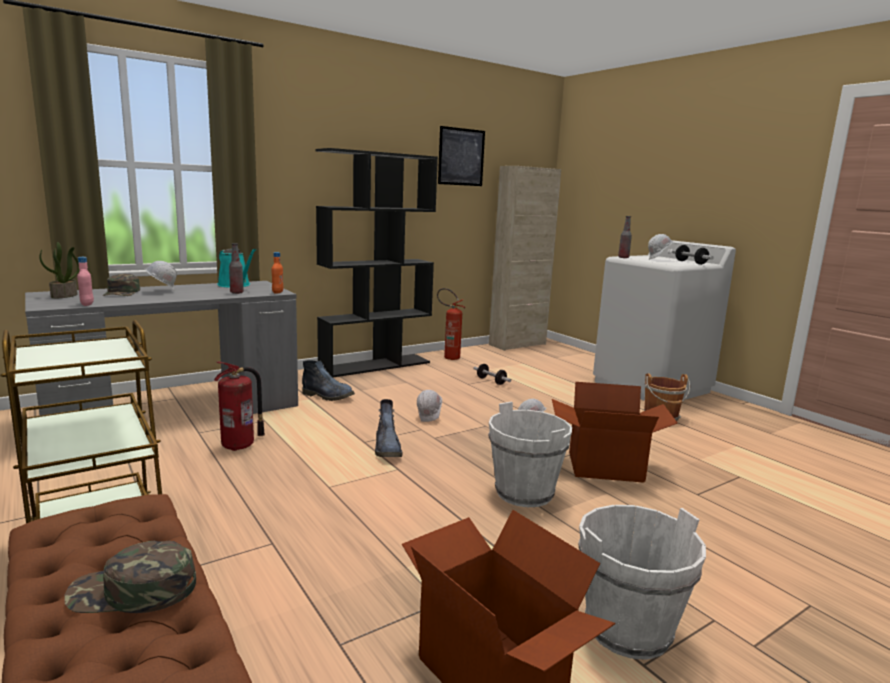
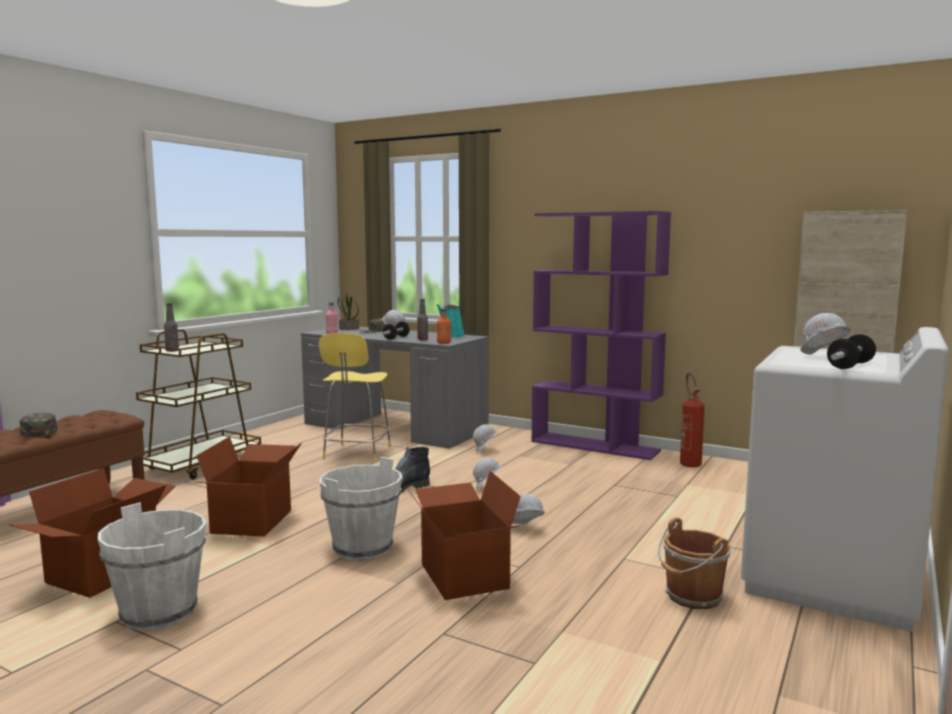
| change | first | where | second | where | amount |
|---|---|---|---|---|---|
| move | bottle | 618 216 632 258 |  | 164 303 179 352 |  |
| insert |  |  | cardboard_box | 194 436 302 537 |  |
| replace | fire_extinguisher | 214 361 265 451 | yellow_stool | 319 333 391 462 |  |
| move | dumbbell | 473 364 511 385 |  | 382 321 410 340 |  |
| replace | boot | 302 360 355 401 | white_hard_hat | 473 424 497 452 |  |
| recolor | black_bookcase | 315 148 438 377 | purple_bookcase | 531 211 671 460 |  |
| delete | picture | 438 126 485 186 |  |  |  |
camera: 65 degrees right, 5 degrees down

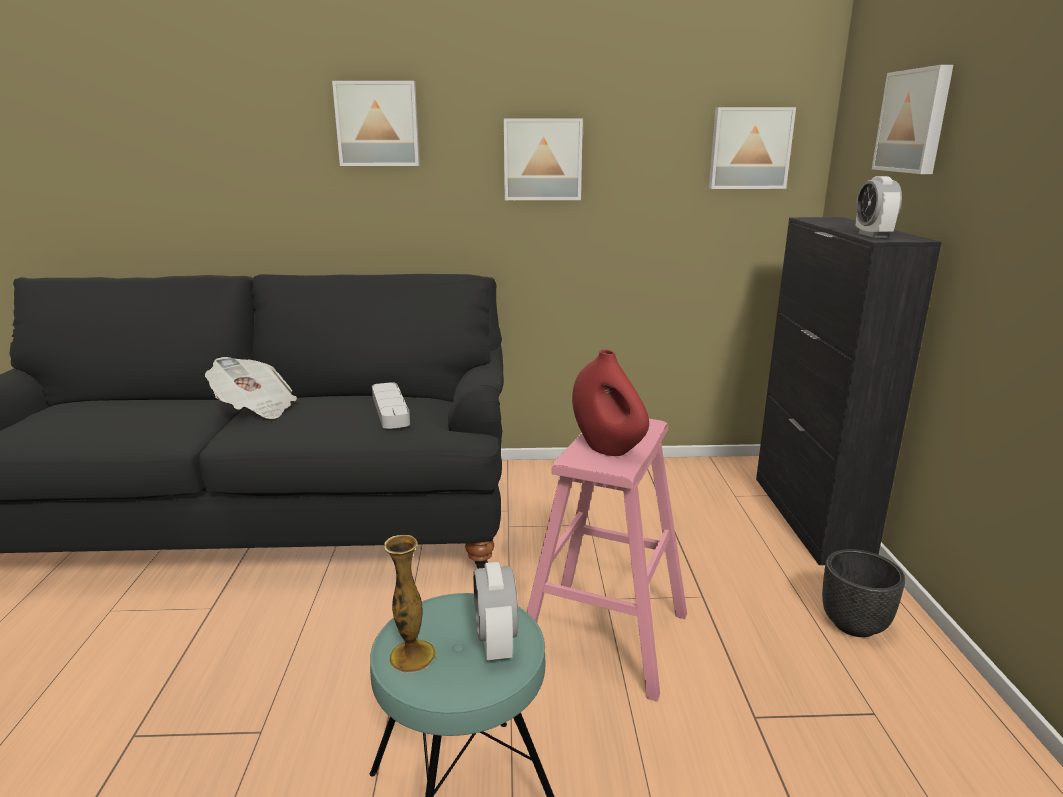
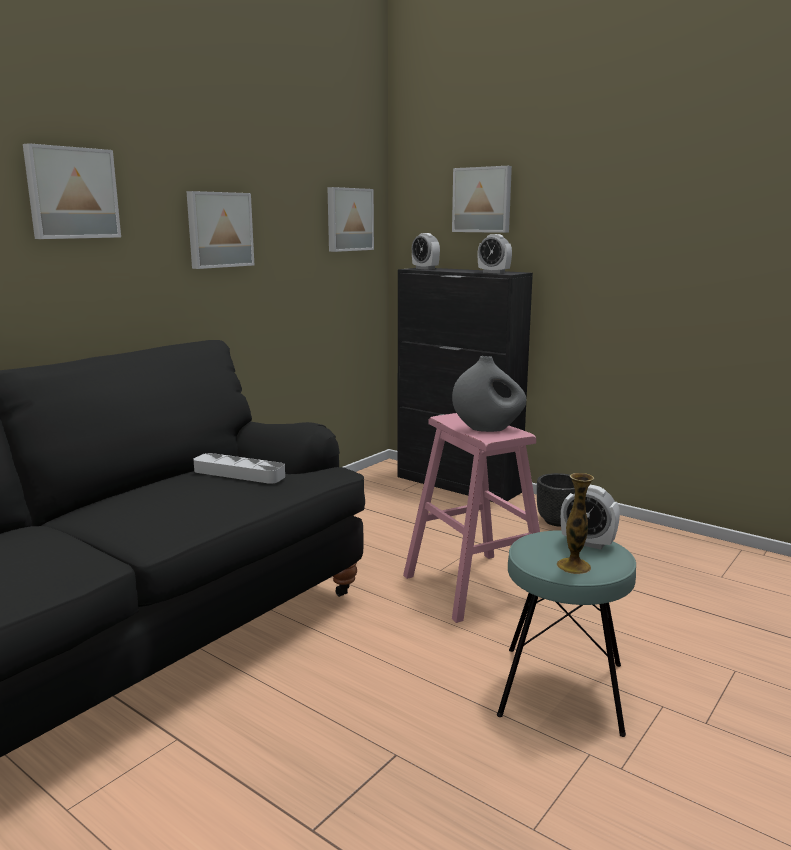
| change | first | where | second | where | amount |
|---|---|---|---|---|---|
| insert |  |  | alarm_clock | 412 233 440 270 |  |
| recolor | red_vase | 572 349 649 456 | grey_vase | 452 356 526 432 |  |
| delete | newspaper | 205 357 297 419 |  |  |  |
camera: 50 degrees left, 5 degrees down

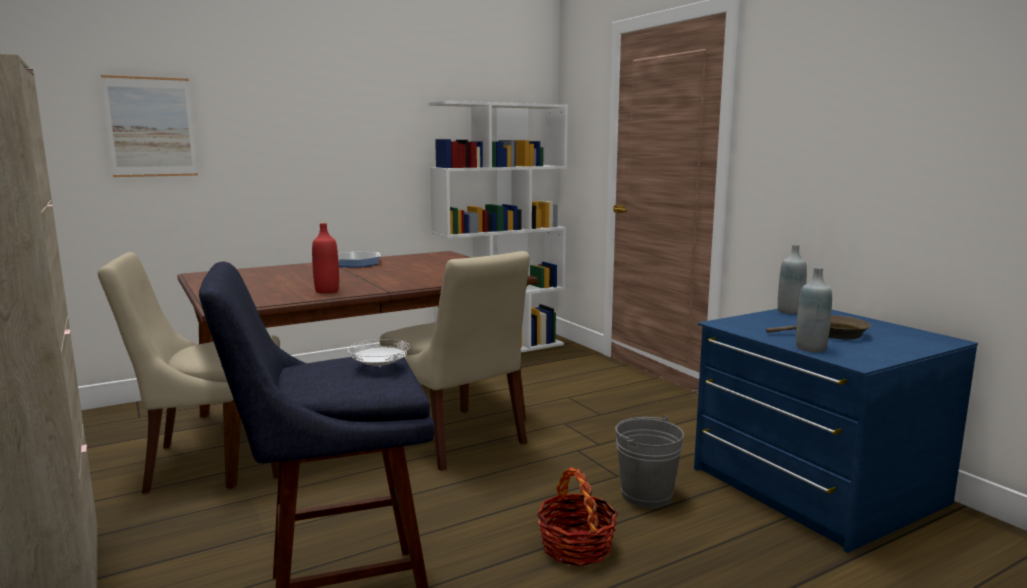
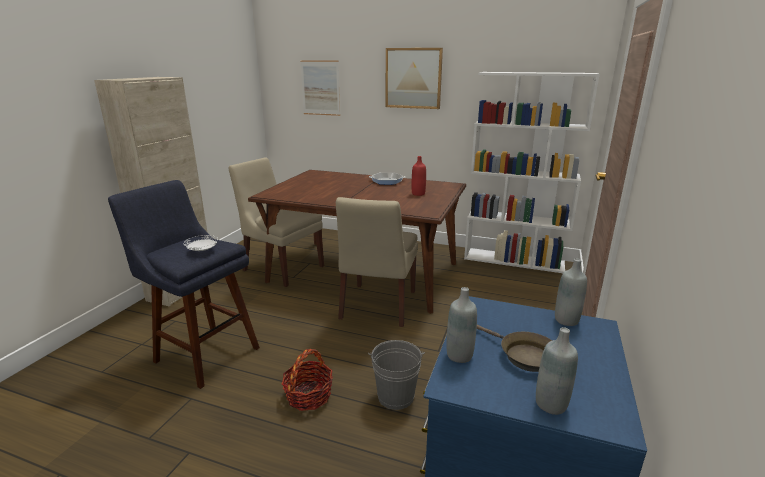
| change | first | where | second | where | amount |
|---|---|---|---|---|---|
| insert |  |  | picture | 386 48 443 109 |  |
| move | red_bottle | 312 223 339 293 |  | 412 156 426 196 |  |
| insert |  |  | grey_bottle | 536 327 578 415 |  |
camera: 50 degrees right, 10 degrees up

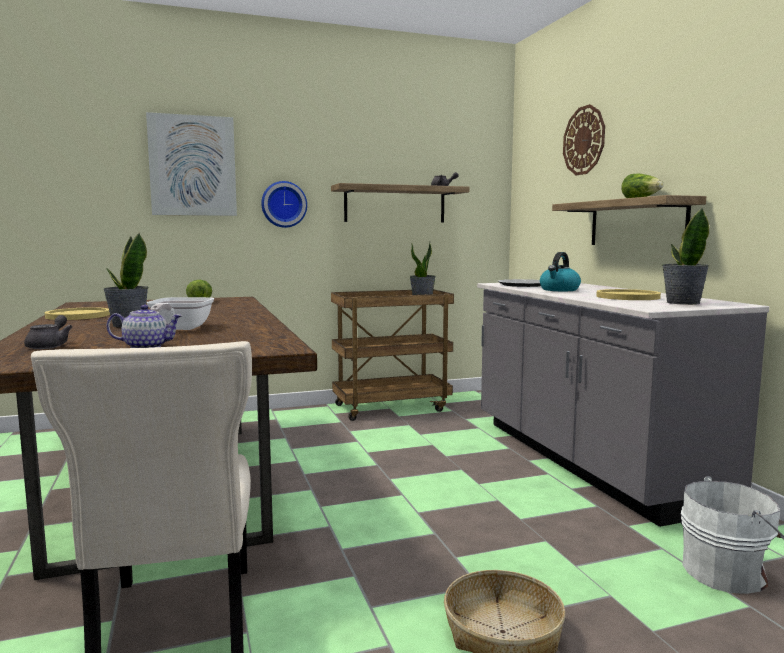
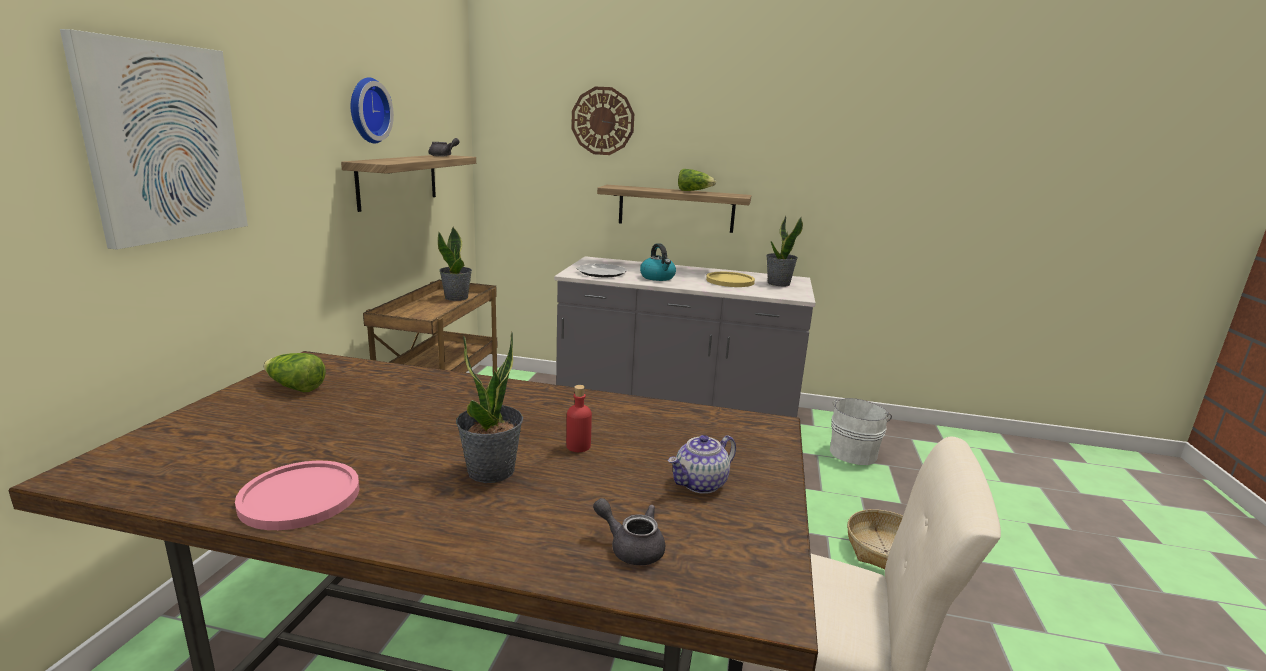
| change | first | where | second | where | amount |
|---|---|---|---|---|---|
| recolor | yellow_plate | 45 307 110 320 | pink_plate | 235 461 360 530 |  |
| move | wall_clock | 261 181 307 228 |  | 351 77 394 144 |  |
| replace | frying_pan | 147 297 214 330 | red_bottle | 566 385 592 452 |  |
| rotate | teapot | 106 305 183 348 |  | 668 435 736 494 | 150 degrees counterclockwise |
camera: 60 degrees left, 10 degrees up

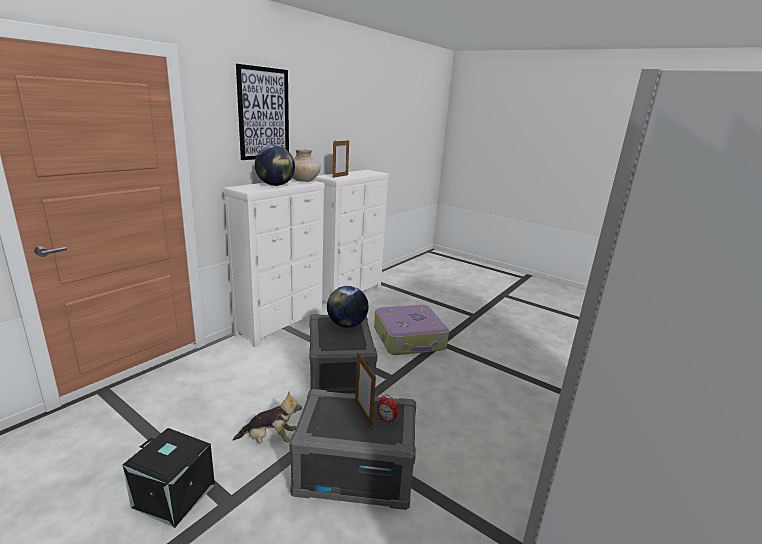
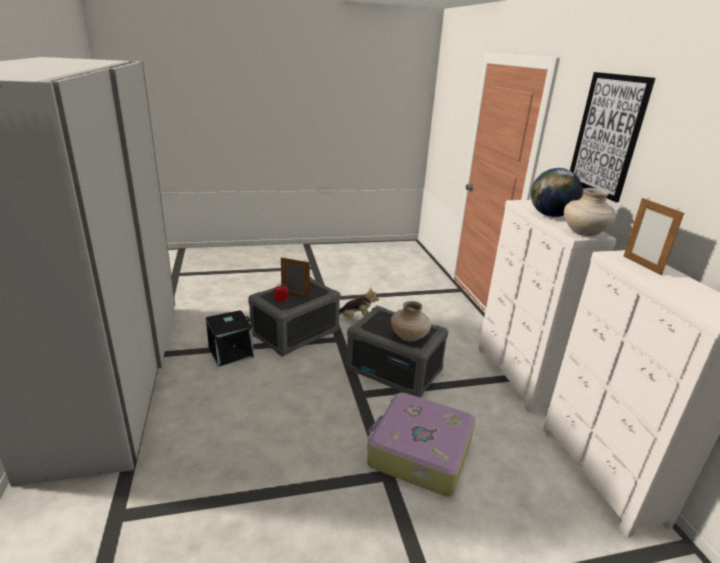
| change | first | where | second | where | amount |
|---|---|---|---|---|---|
| move | black_storage_box | 123 428 215 528 |  | 206 310 254 367 |  |
| rotate | plush_toy | 233 391 302 443 |  | 339 288 379 319 | 120 degrees counterclockwise |
| replace | globe | 327 286 369 328 | beige_vase | 391 301 431 342 |  |
camera: 130 degrees right, 5 degrees up

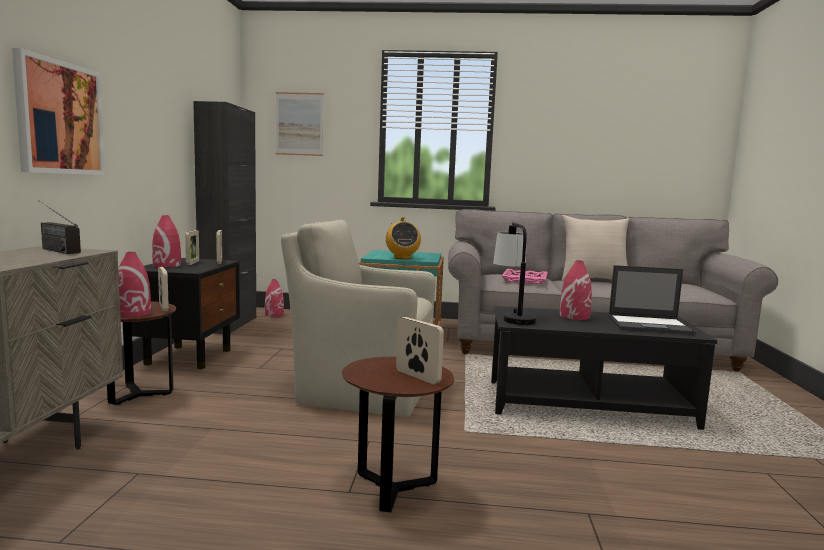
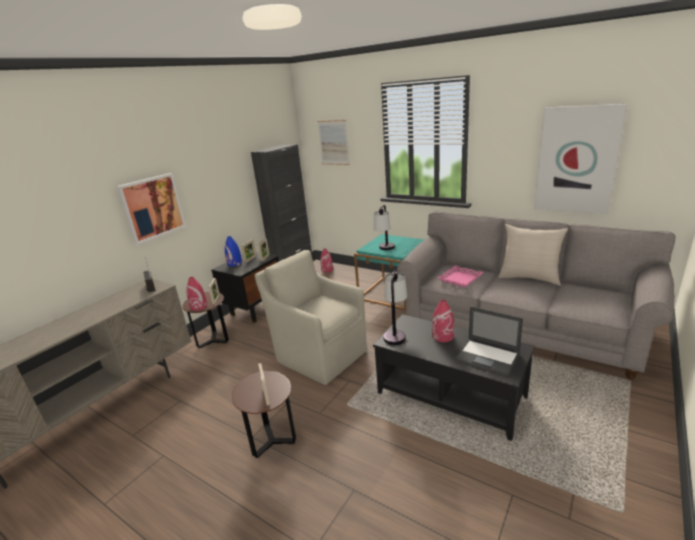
| change | first | where | second | where | amount |
|---|---|---|---|---|---|
| recolor | red_vase | 152 215 181 267 | blue_vase | 225 236 242 266 |  |
| replace | radio | 386 217 421 259 | table_lamp | 374 205 395 250 |  |
| insert |  |  | picture | 534 104 627 214 |  |
camera: 30 degrees right, 15 degrees up

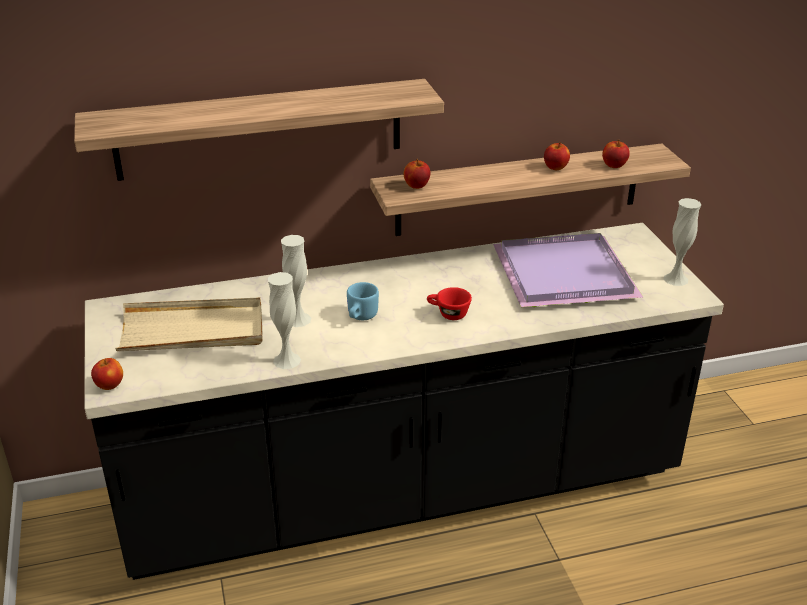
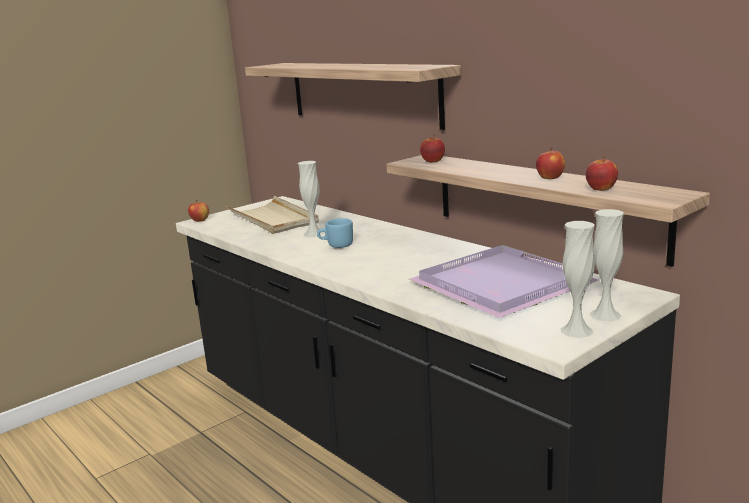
| change | first | where | second | where | amount |
|---|---|---|---|---|---|
| move | white_vase | 268 272 301 369 |  | 589 209 624 321 |  |
| delete | red_cup | 427 287 472 320 |  |  |  |
camera: 65 degrees right, 15 degrees down

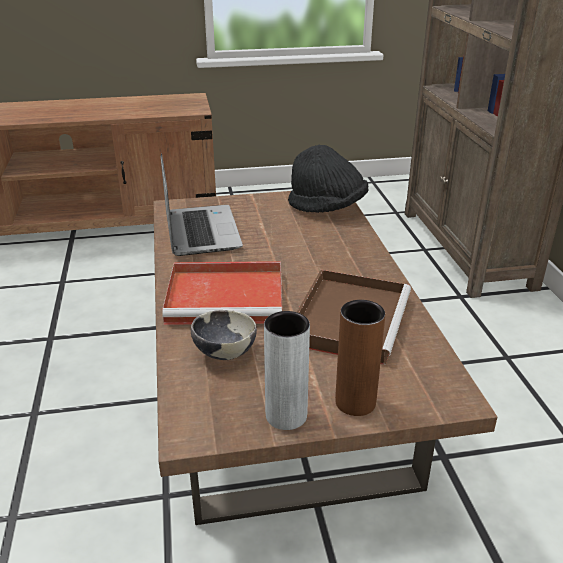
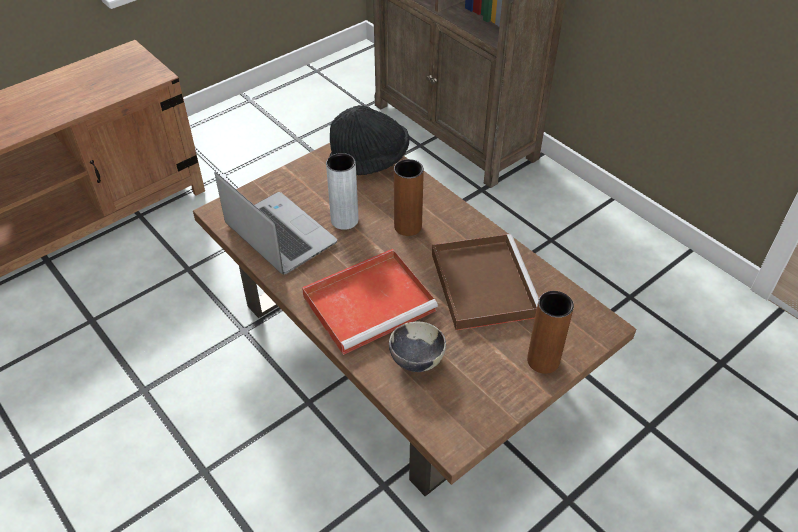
| change | first | where | second | where | amount |
|---|---|---|---|---|---|
| move | grey_vase | 264 311 310 430 |  | 326 153 359 230 |  |
| insert |  |  | brown_vase | 394 159 424 236 |  |
camera: 30 degrees left, 15 degrees up

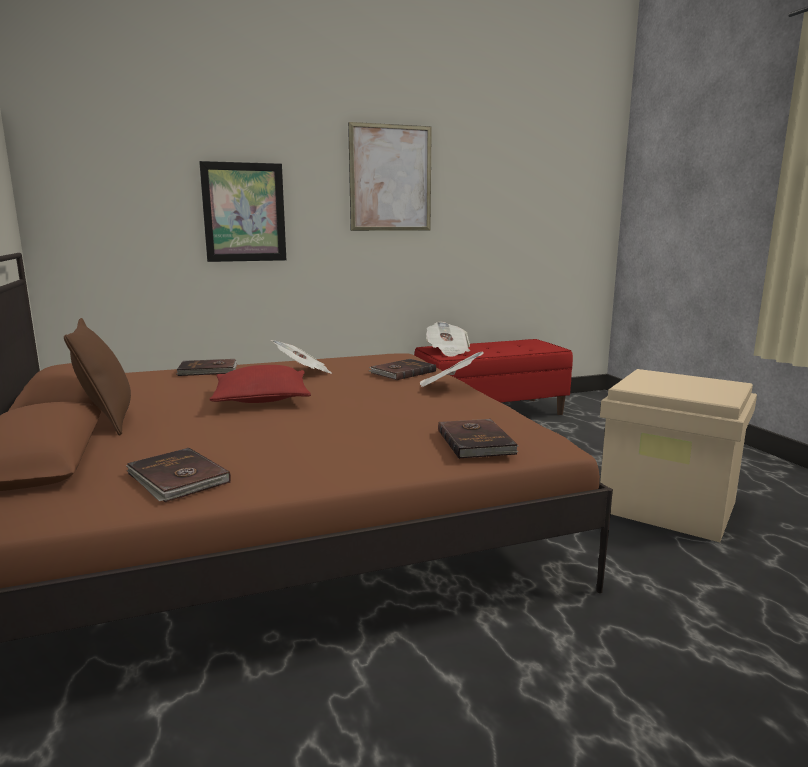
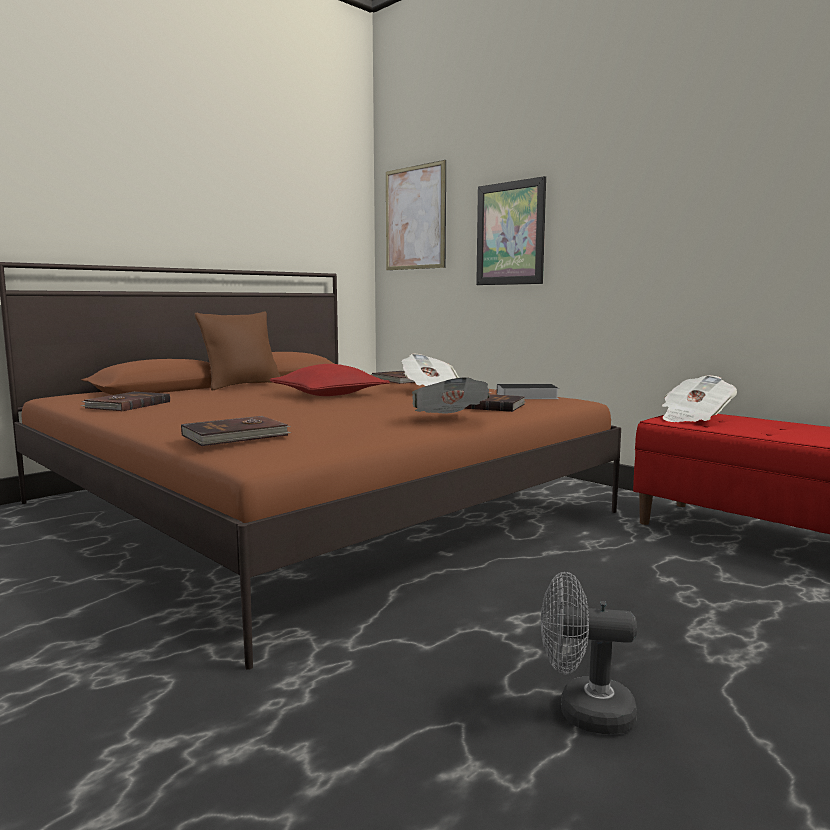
| change | first | where | second | where | amount |
|---|---|---|---|---|---|
| move | picture | 348 122 432 231 |  | 386 160 446 270 |  |
| insert |  |  | book | 490 384 559 399 |  |
| replace | beige_storage_box | 600 369 757 542 | grey_fan | 541 572 637 734 |  |
camera: 65 degrees right, 5 degrees down

